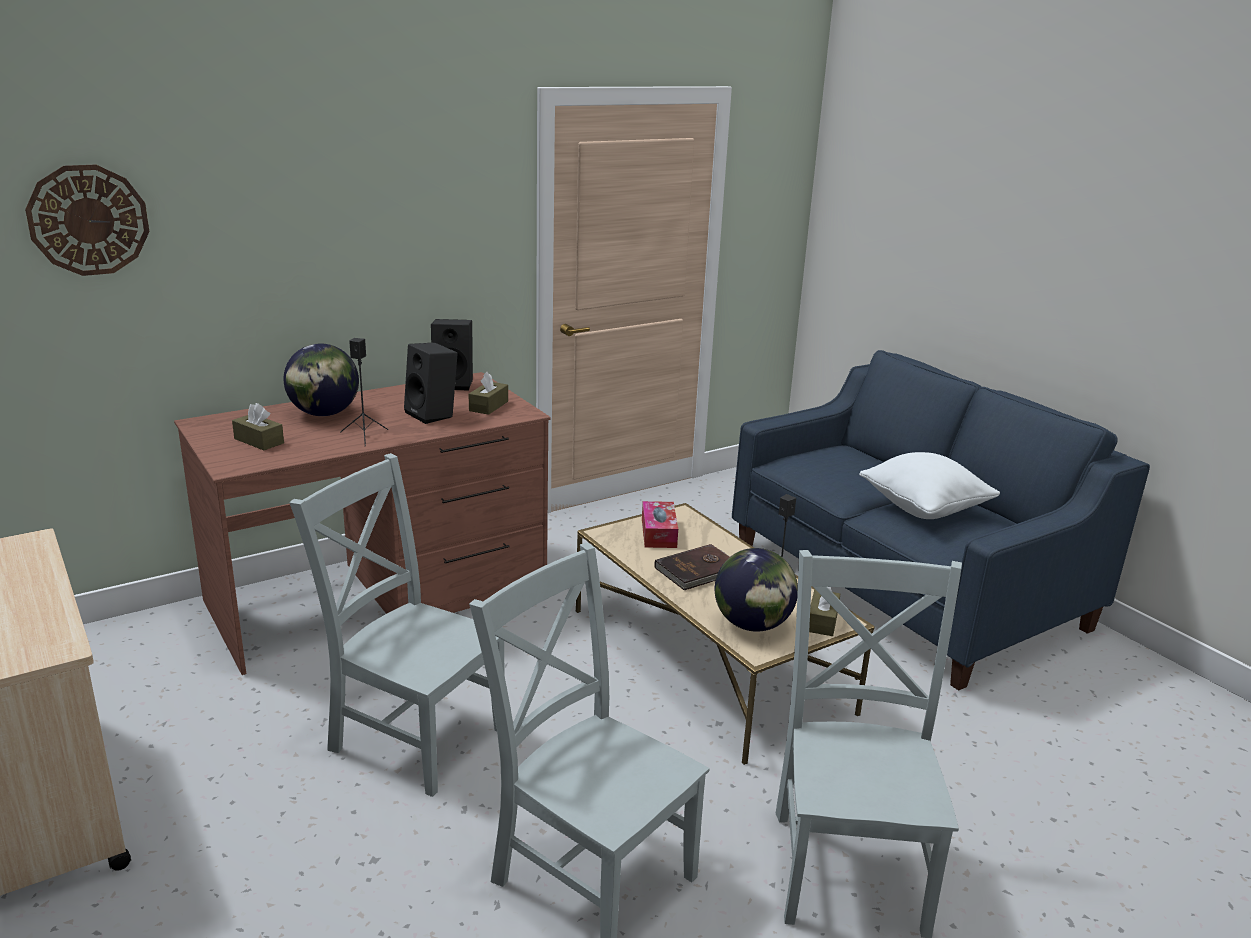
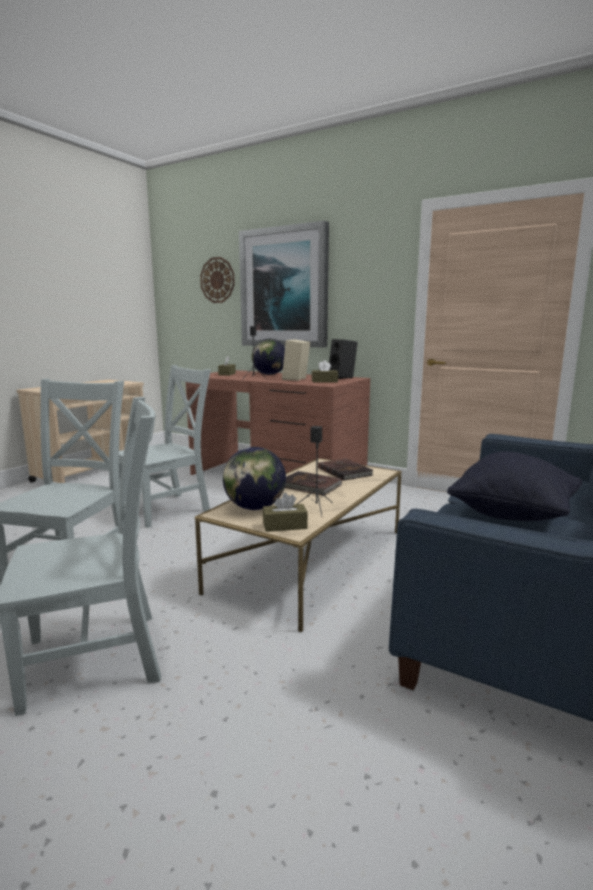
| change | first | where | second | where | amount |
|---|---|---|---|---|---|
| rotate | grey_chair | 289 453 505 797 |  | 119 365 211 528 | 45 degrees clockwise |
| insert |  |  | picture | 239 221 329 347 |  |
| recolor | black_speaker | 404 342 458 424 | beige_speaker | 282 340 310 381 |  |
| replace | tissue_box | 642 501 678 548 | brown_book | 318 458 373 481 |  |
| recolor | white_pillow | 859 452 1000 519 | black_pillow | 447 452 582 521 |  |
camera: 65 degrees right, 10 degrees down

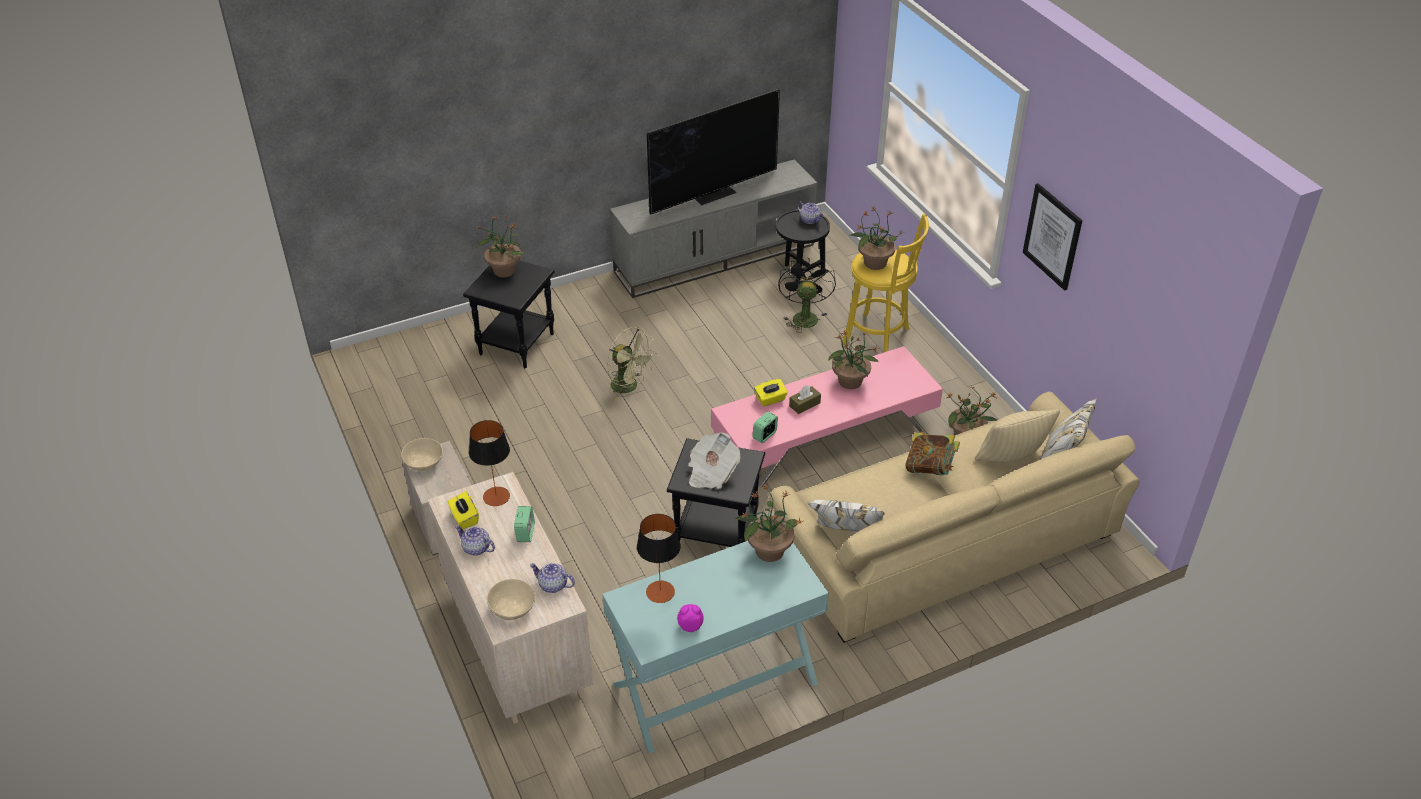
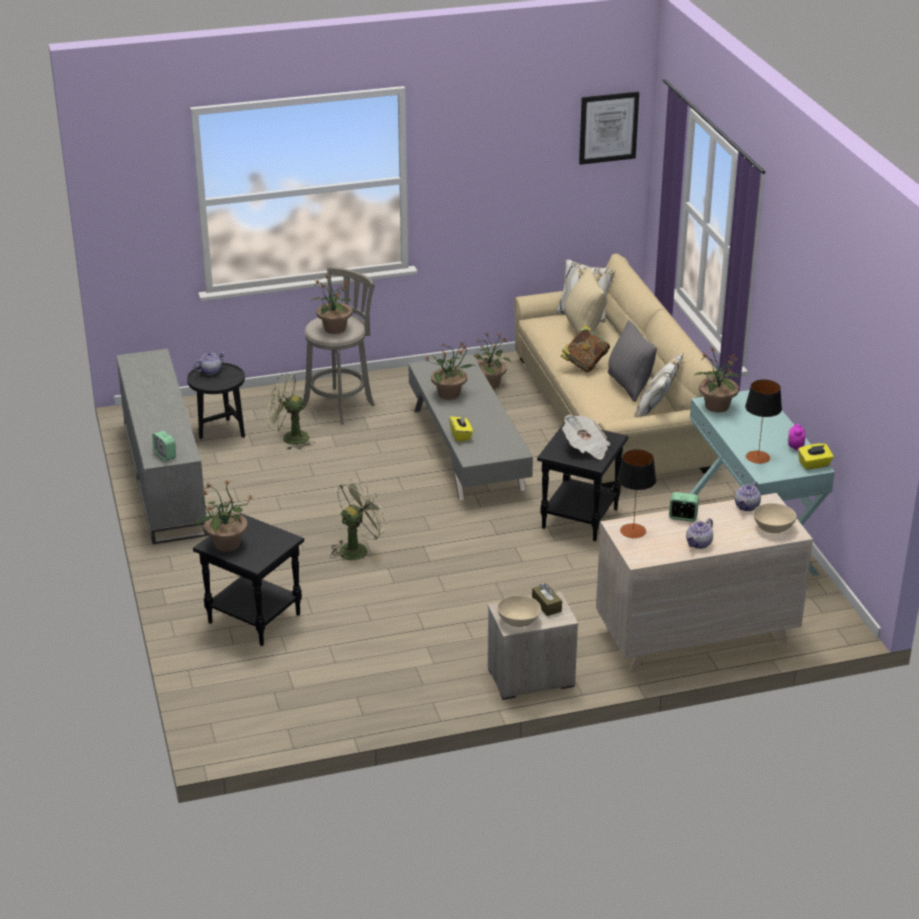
| change | first | where | second | where | amount |
|---|---|---|---|---|---|
| move | alarm_clock | 753 411 778 443 |  | 152 431 176 461 |  |
| recolor | black_fan | 778 258 836 333 | green_fan | 267 372 315 450 |  |
| recolor | yellow_stool | 841 214 929 352 | grey_stool | 303 266 375 424 |  |
| recolor | pink_coffee_table | 711 346 943 488 | grey_coffee_table | 408 355 533 500 |  |
| move | brown_tissue_box | 789 385 821 414 |  | 532 583 562 616 |  |
| move | picture | 1023 183 1082 291 |  | 579 92 639 165 |  |
| insert |  |  | grey_pillow | 607 320 657 402 |  |
| move | yellow_tissue_box | 448 491 479 529 |  | 798 443 834 470 |  |
| delete | television | 647 89 780 214 |  |  |  |
camera: 80 degrees left, 10 degrees down

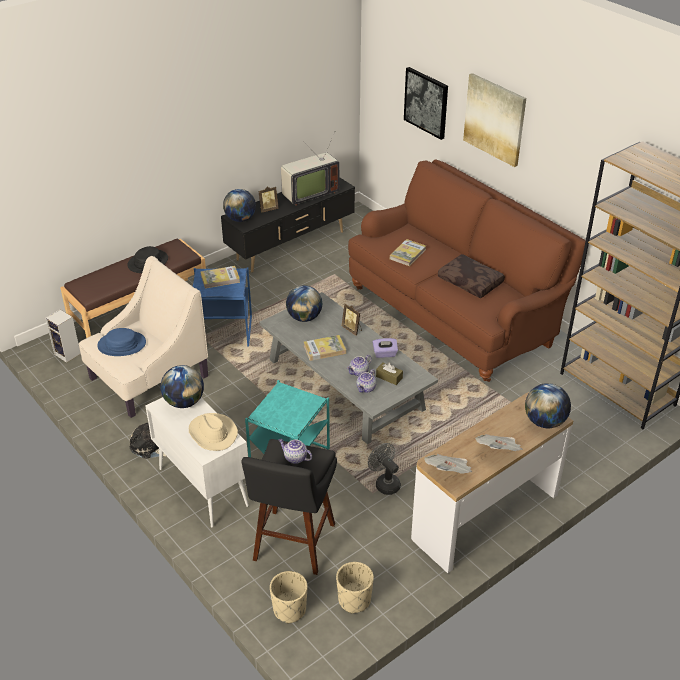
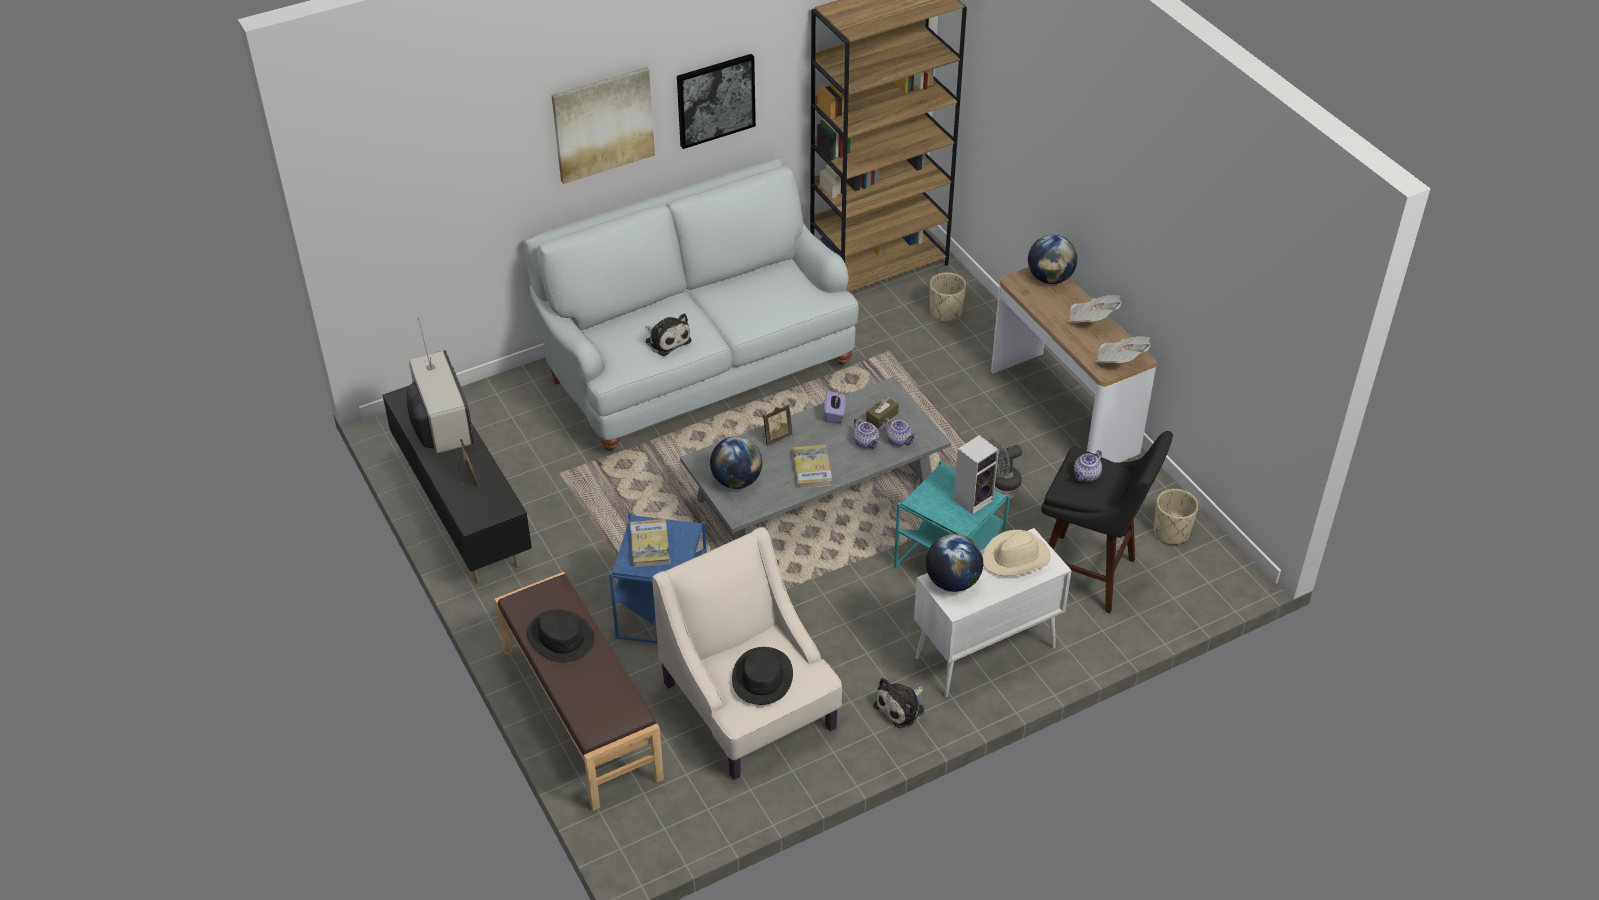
| change | first | where | second | where | amount |
|---|---|---|---|---|---|
| recolor | brown_sofa | 348 160 586 382 | white_sofa | 524 158 859 452 |  |
| replace | book | 390 239 426 266 | plush_toy | 645 313 691 356 |  |
| move | picture | 404 67 448 140 |  | 677 54 756 149 |  |
| recolor | blue_hat | 97 328 146 356 | black_hat | 732 647 793 705 |  |
| move | beige_planter | 270 571 307 623 |  | 930 272 966 323 |  |
| move | speaker | 46 310 81 363 |  | 953 435 999 515 |  |
| delete | globe | 223 189 256 222 |  |  |  |
| delete | brown_pillow | 438 254 505 298 |  |  |  |
camera: 80 degrees left, 5 degrees up

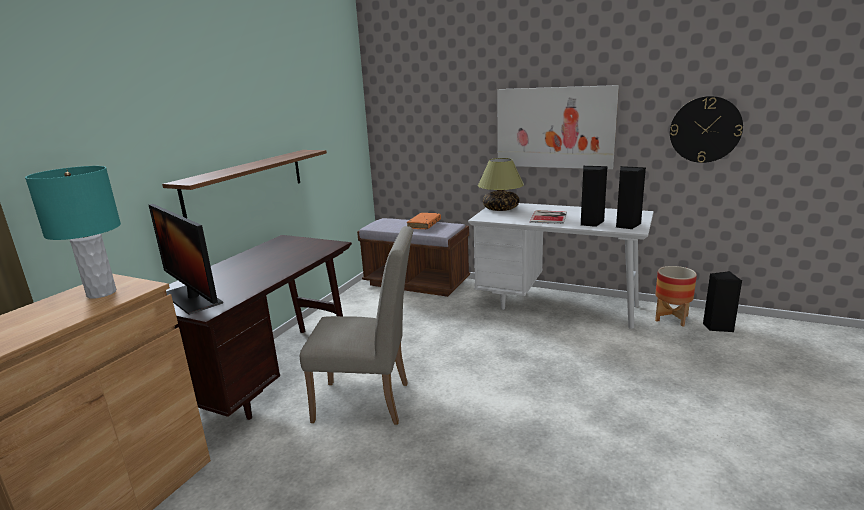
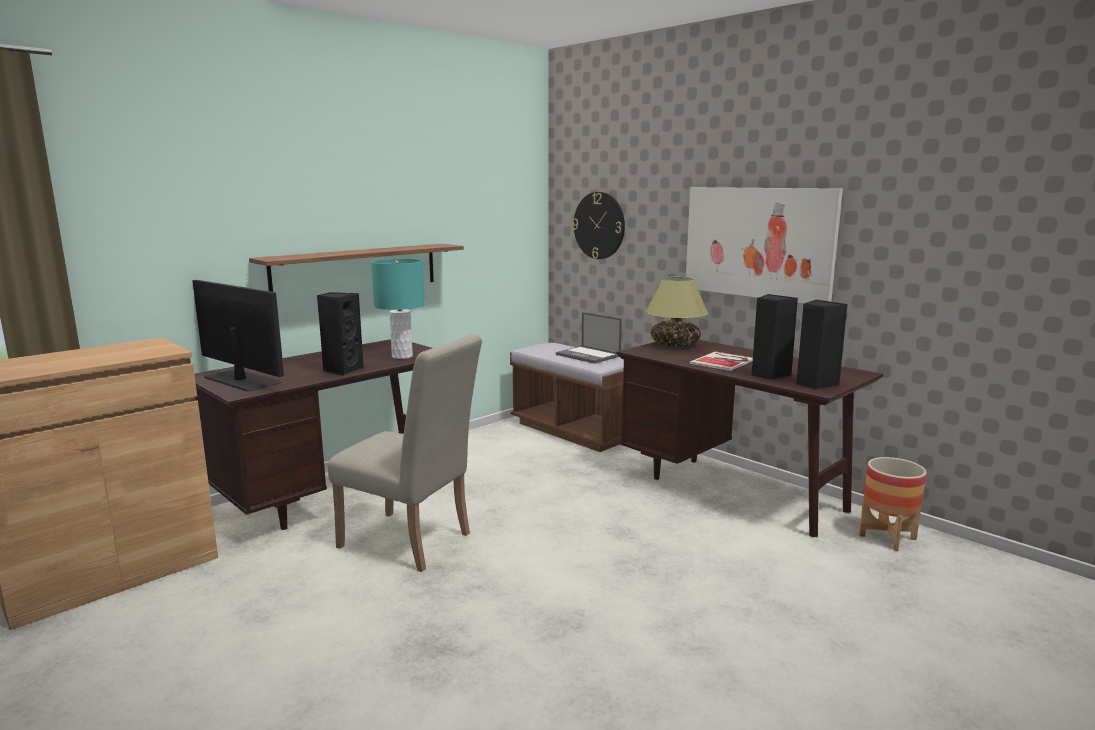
| change | first | where | second | where | amount |
|---|---|---|---|---|---|
| rotate | monitor | 149 204 223 315 |  | 193 280 284 392 | 150 degrees clockwise |
| move | black_speaker | 703 271 742 332 |  | 317 292 364 376 |  |
| move | turquoise_table_lamp | 25 166 121 298 |  | 371 258 425 359 |  |
| replace | orange_book | 407 213 441 229 | laptop | 556 312 622 364 |  |
| move | wall_clock | 670 96 743 163 |  | 572 192 625 259 |  |
| recolor | white_desk | 468 203 654 329 | brown_desk | 616 340 883 537 |  |
camera: 20 degrees right, 5 degrees down

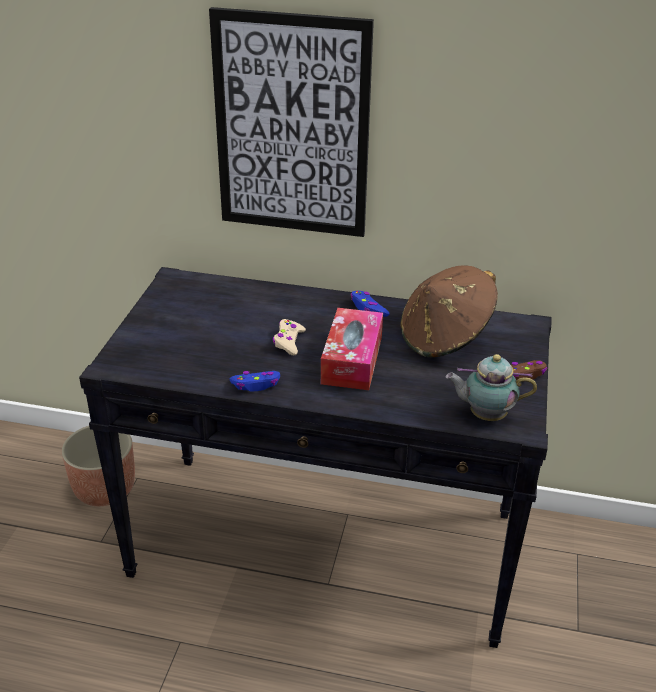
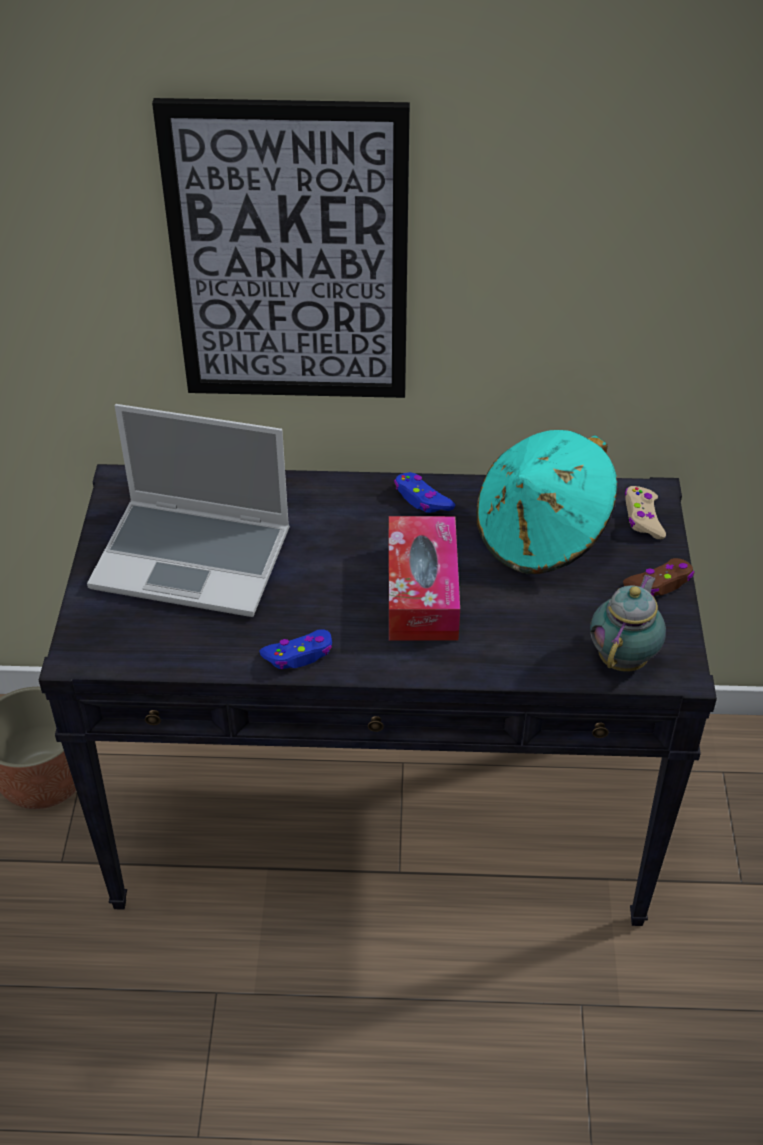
| change | first | where | second | where | amount |
|---|---|---|---|---|---|
| insert |  |  | laptop | 87 404 290 617 |  |
| recolor | brown_hat | 400 265 498 357 | turquoise_hat | 476 430 617 574 |  |
| rotate | teapot | 446 354 537 421 |  | 590 575 666 672 | 120 degrees clockwise |
| move | beige_game_controller | 273 319 306 355 |  | 625 486 666 539 |  |
camera: 10 degrees left, 10 degrees up

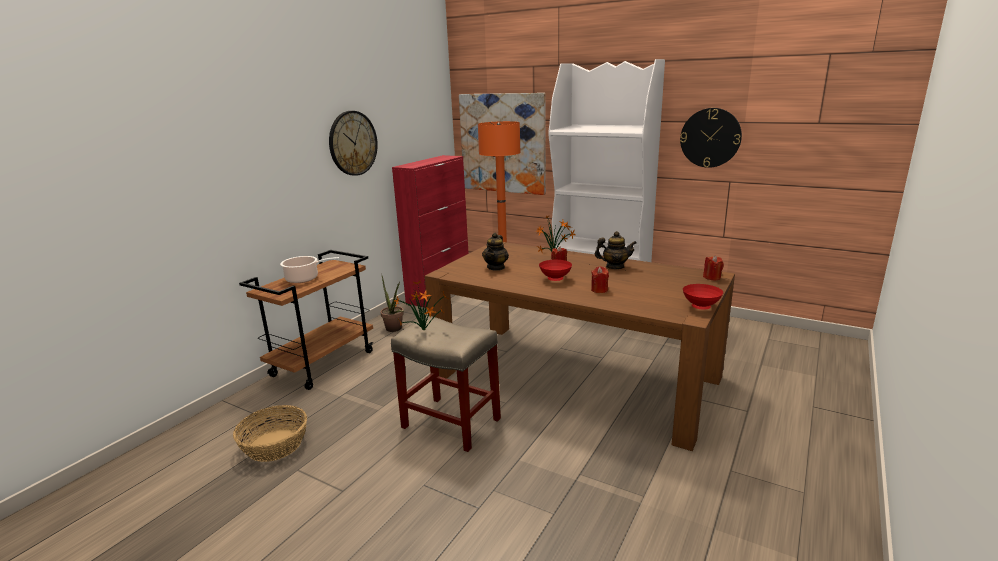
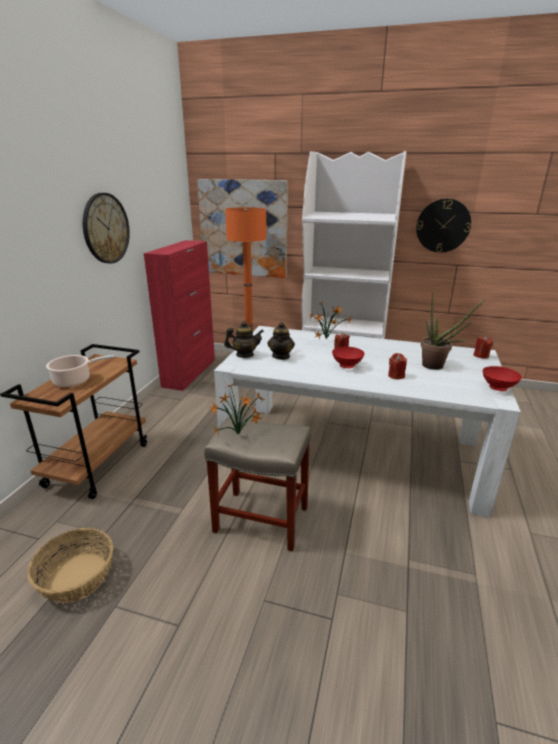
| change | first | where | second | where | amount |
|---|---|---|---|---|---|
| recolor | brown_dining_table | 425 242 735 451 | white_dining_table | 214 326 521 518 |  |
| move | teapot | 595 231 637 269 |  | 224 321 264 358 |  |
| move | potted_plant | 380 276 404 332 |  | 421 295 485 370 |  |
camera: 15 degrees left, 5 degrees up

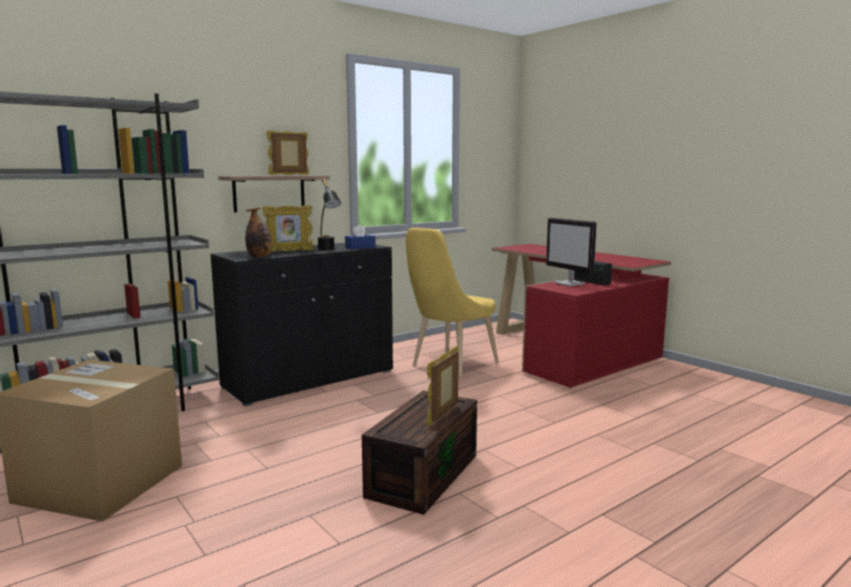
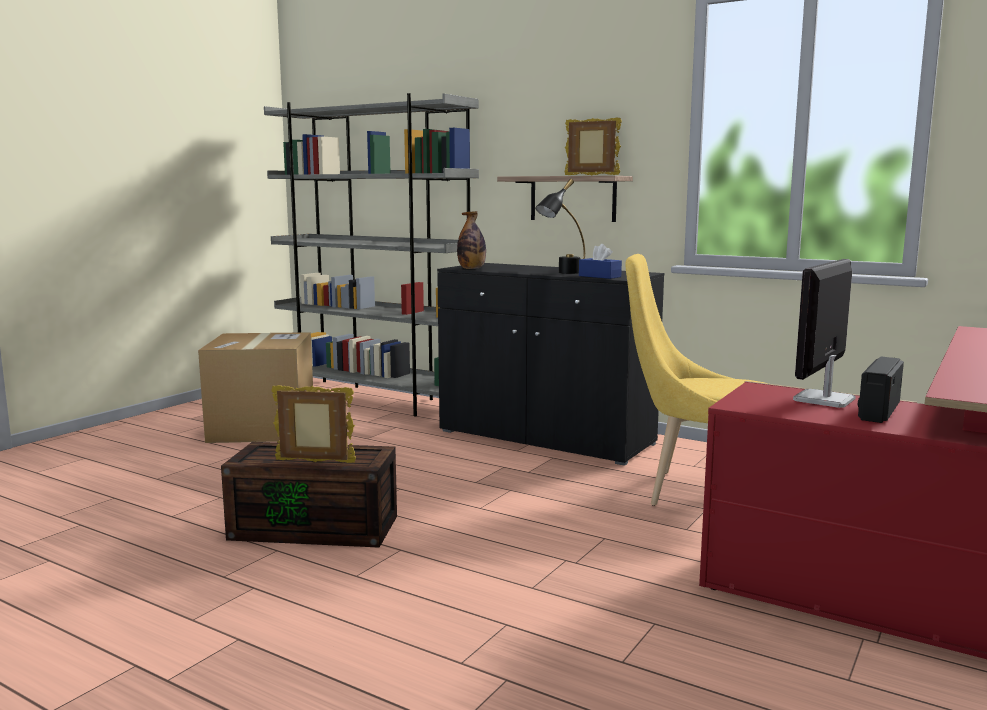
| change | first | where | second | where | amount |
|---|---|---|---|---|---|
| delete | picture_frame | 262 205 314 252 |  |  |  |
camera: 70 degrees right, 0 degrees up

